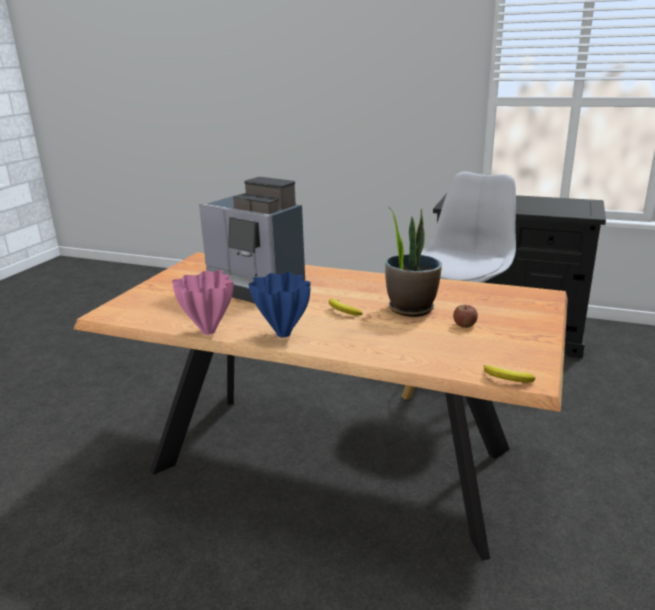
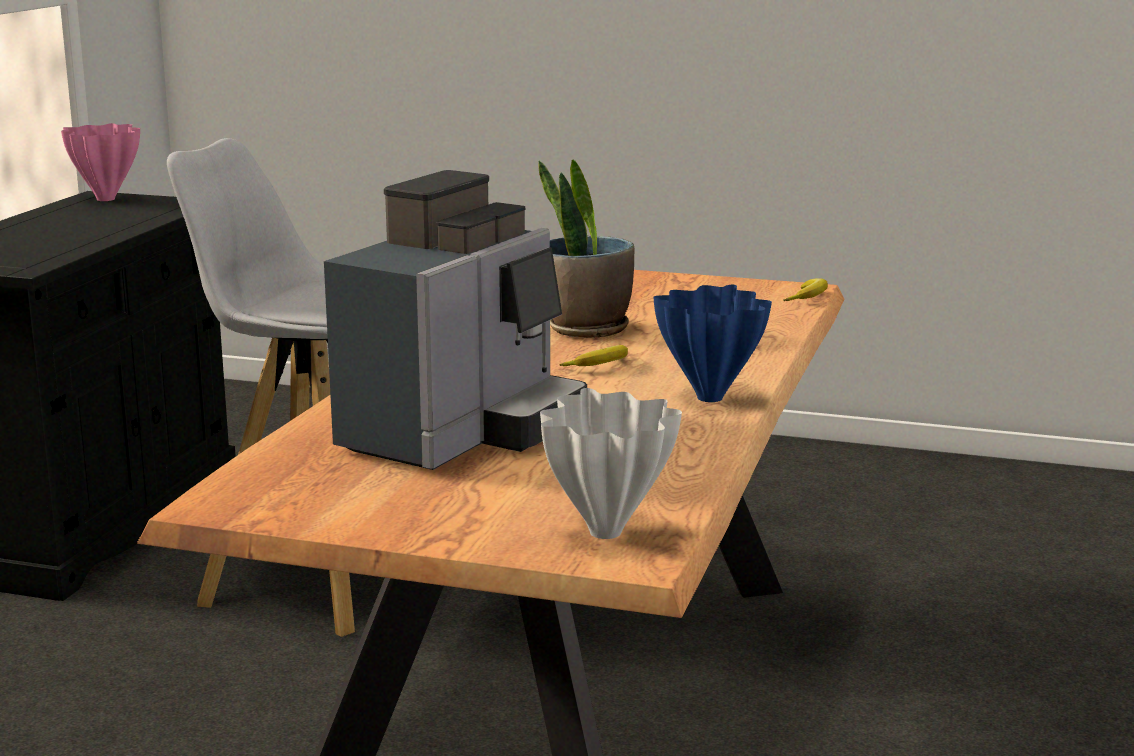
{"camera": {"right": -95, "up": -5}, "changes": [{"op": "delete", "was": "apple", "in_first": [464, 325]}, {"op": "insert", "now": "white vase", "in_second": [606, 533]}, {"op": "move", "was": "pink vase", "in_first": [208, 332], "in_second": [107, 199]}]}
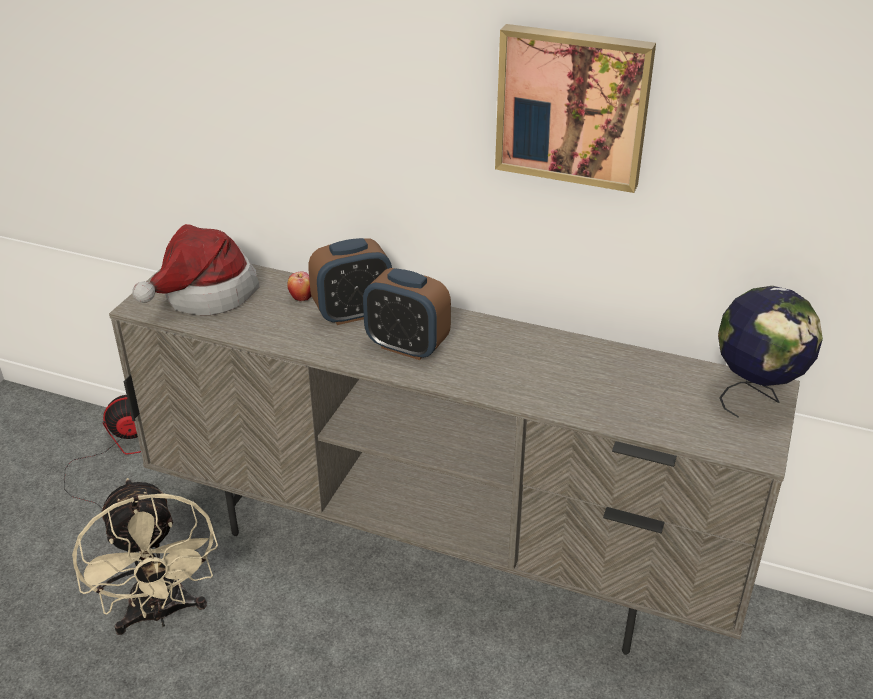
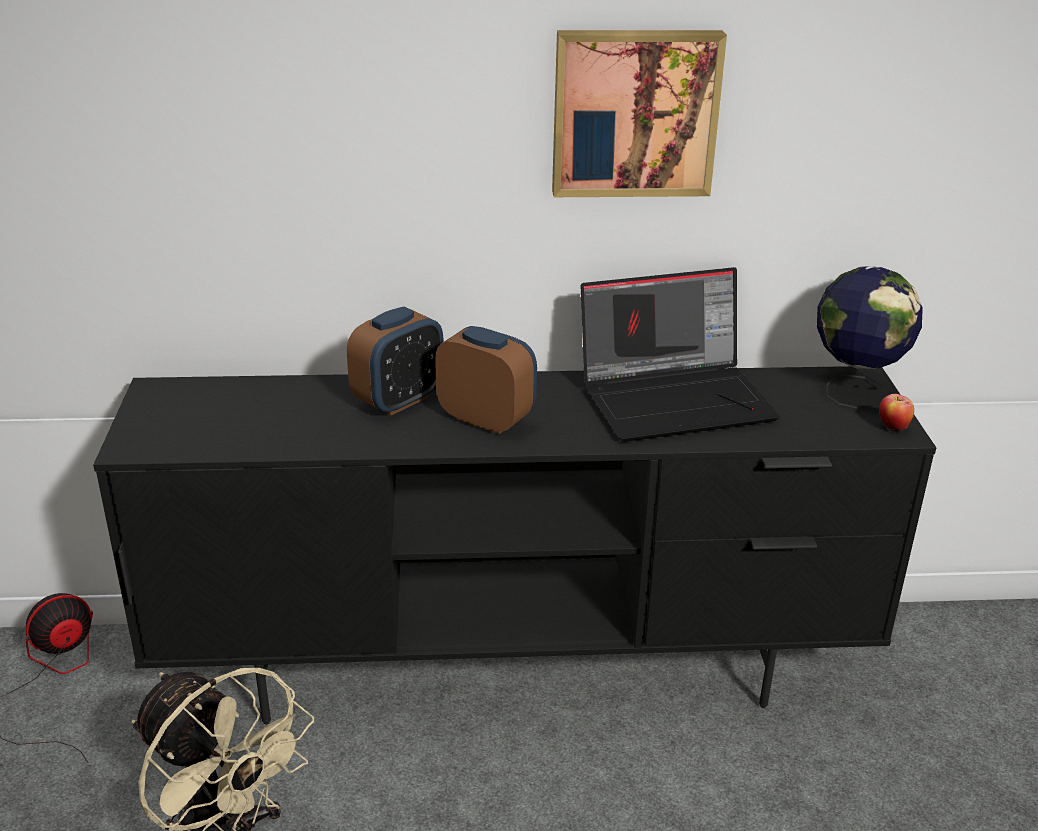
{"camera": {"right": -25, "up": -5}, "changes": [{"op": "delete", "was": "hat", "in_first": [204, 294]}, {"op": "insert", "now": "laptop", "in_second": [676, 398]}, {"op": "move", "was": "apple", "in_first": [301, 298], "in_second": [892, 427]}, {"op": "recolor", "was": "beige tv stand", "now": "black tv stand", "in_first": [441, 553], "in_second": [518, 669]}, {"op": "rotate", "was": "alarm clock", "in_first": [407, 346], "in_second": [486, 419], "clockwise": -150}]}
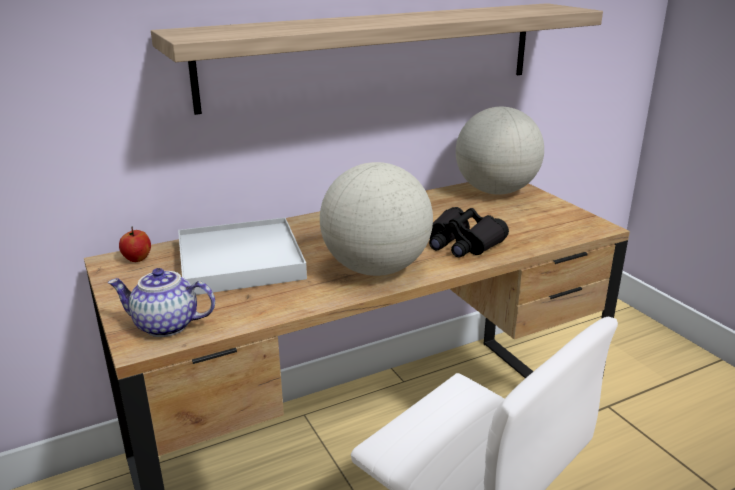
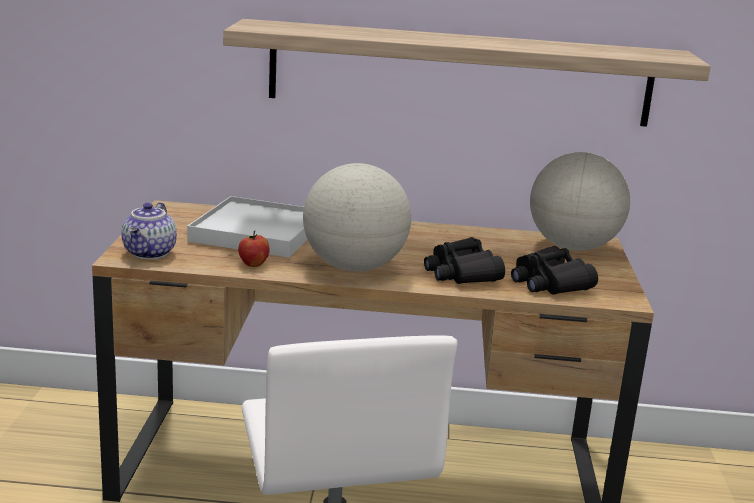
{"camera": {"right": 30, "up": -5}, "changes": [{"op": "insert", "now": "black binoculars", "in_second": [549, 283]}, {"op": "move", "was": "apple", "in_first": [137, 259], "in_second": [253, 264]}, {"op": "rotate", "was": "teapot", "in_first": [165, 326], "in_second": [150, 253], "clockwise": -120}]}
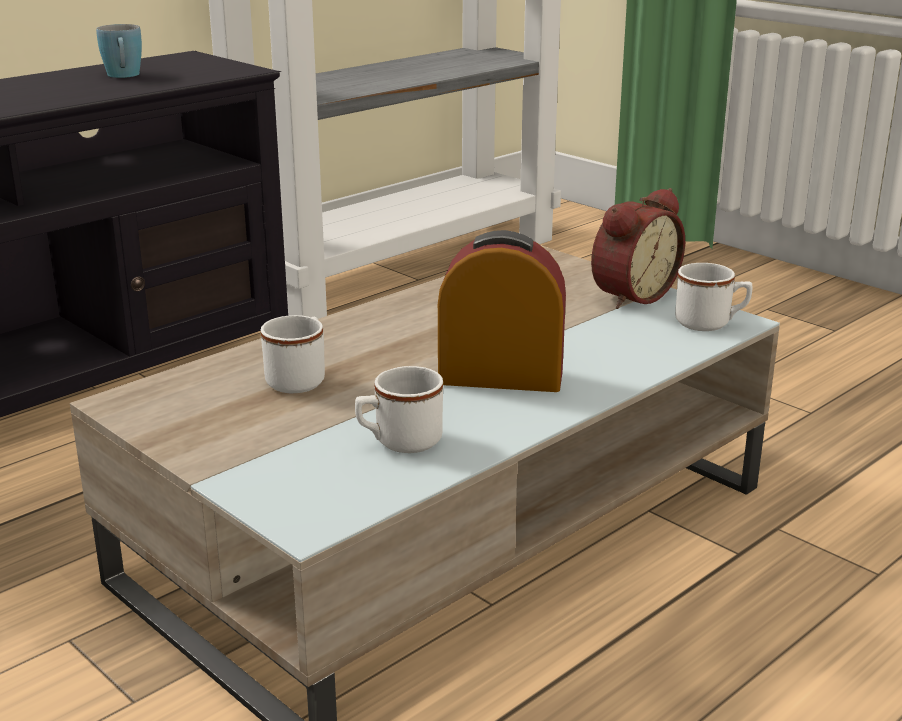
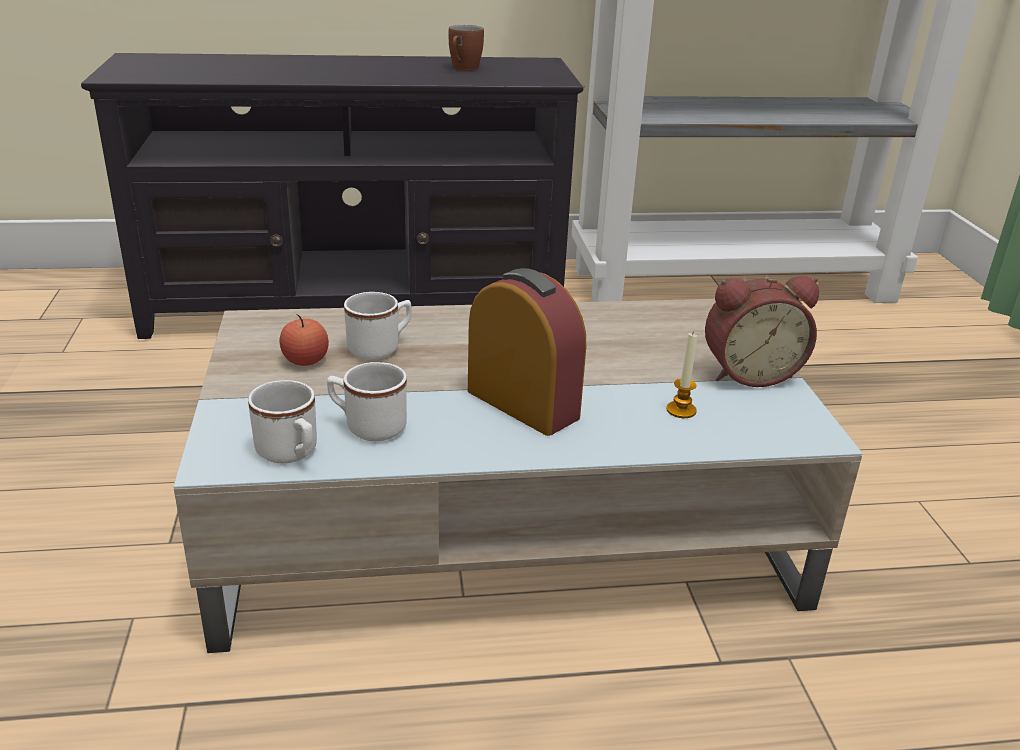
{"camera": {"right": 35, "up": 5}, "changes": [{"op": "insert", "now": "apple", "in_second": [305, 360]}, {"op": "insert", "now": "candle", "in_second": [681, 410]}, {"op": "move", "was": "white mug", "in_first": [710, 323], "in_second": [291, 454]}, {"op": "recolor", "was": "blue mug", "now": "brown mug", "in_first": [124, 76], "in_second": [463, 69]}]}
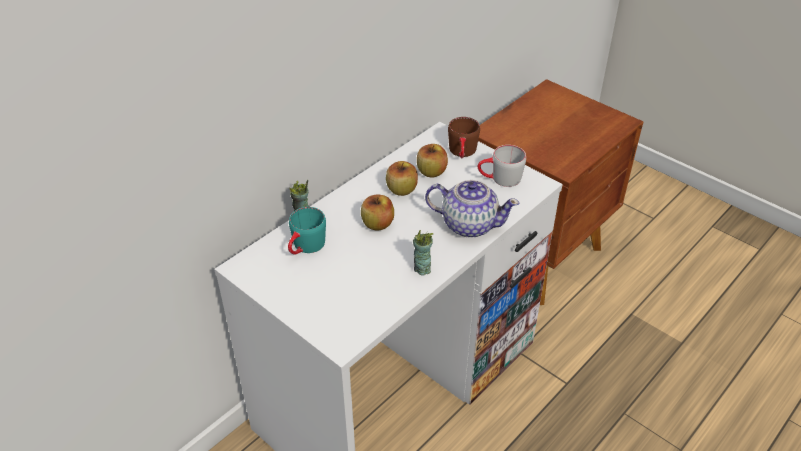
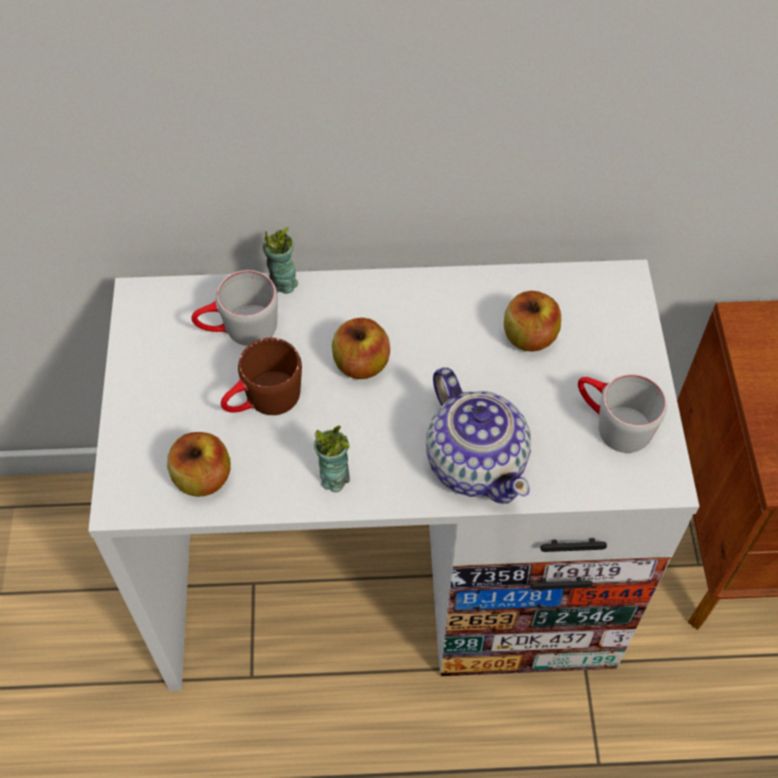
{"camera": {"right": 45, "up": 15}, "changes": [{"op": "move", "was": "apple", "in_first": [401, 190], "in_second": [203, 478]}, {"op": "move", "was": "brown mug", "in_first": [462, 153], "in_second": [263, 401]}, {"op": "recolor", "was": "turquoise mug", "now": "grey mug", "in_first": [305, 248], "in_second": [239, 330]}]}
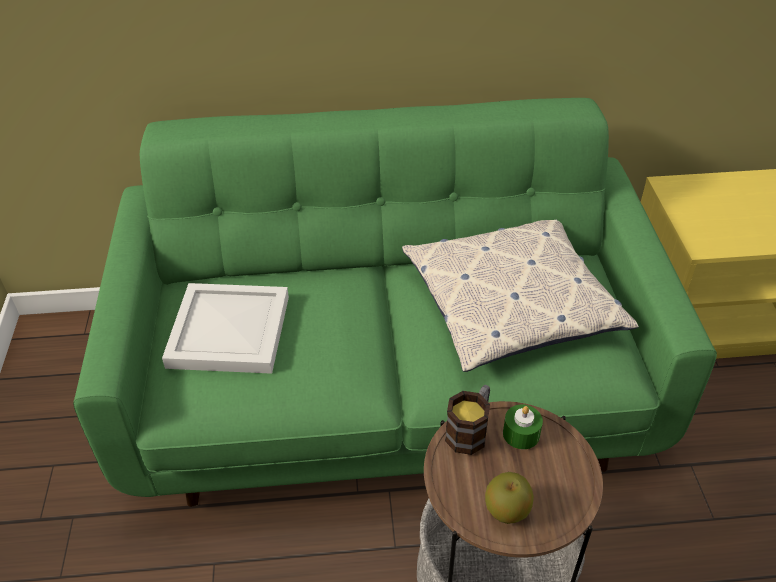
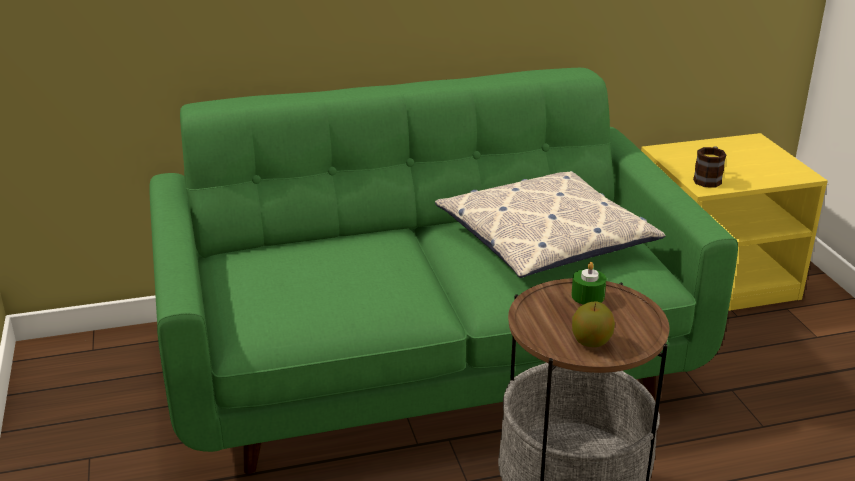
{"camera": {"right": -10, "up": -15}, "changes": [{"op": "delete", "was": "white tray", "in_first": [228, 330]}, {"op": "move", "was": "mug", "in_first": [470, 430], "in_second": [708, 179]}]}
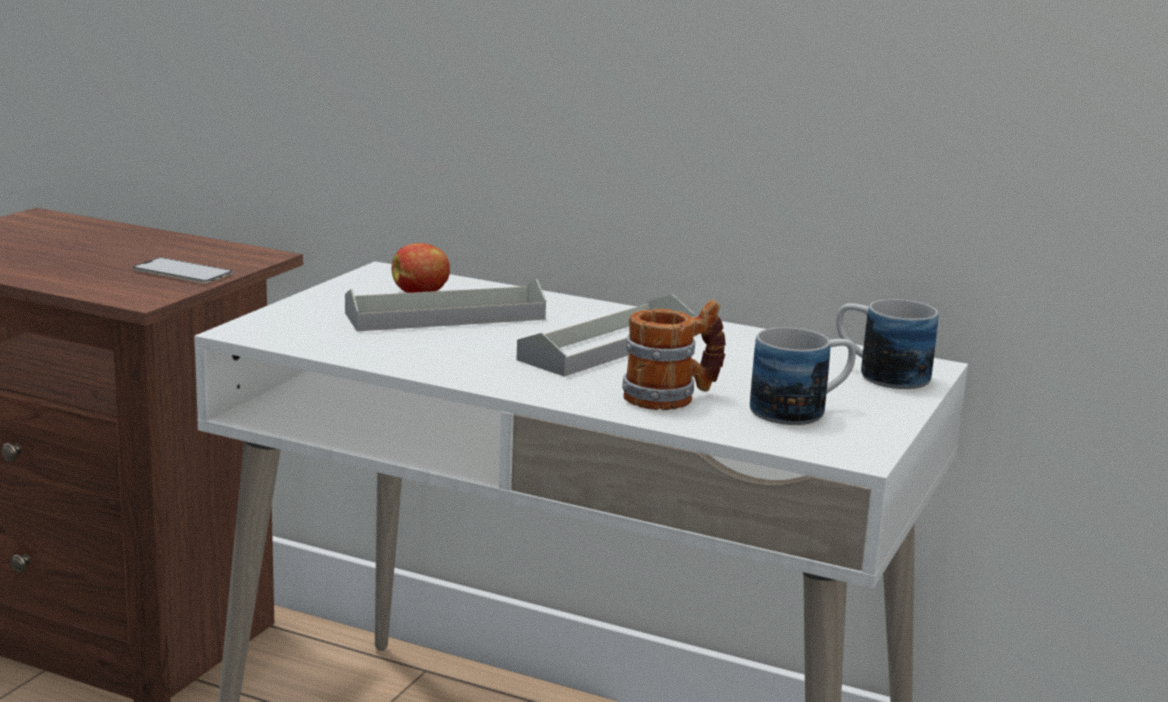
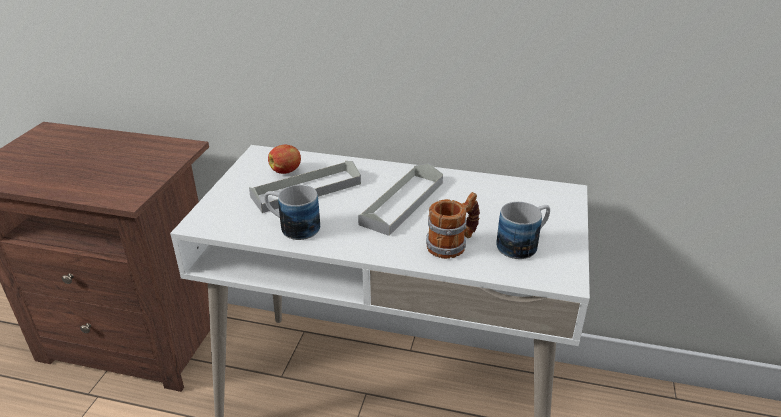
{"camera": {"right": -10, "up": 15}, "changes": [{"op": "delete", "was": "phone", "in_first": [182, 272]}, {"op": "move", "was": "mug", "in_first": [879, 374], "in_second": [292, 227]}]}
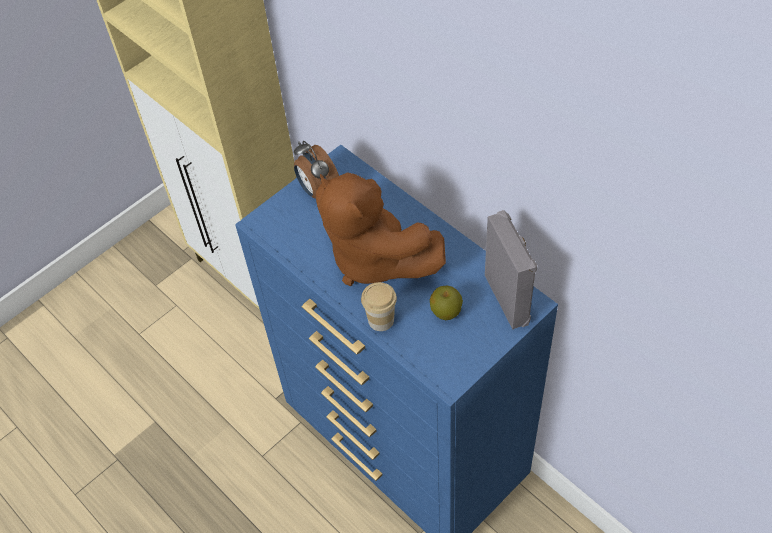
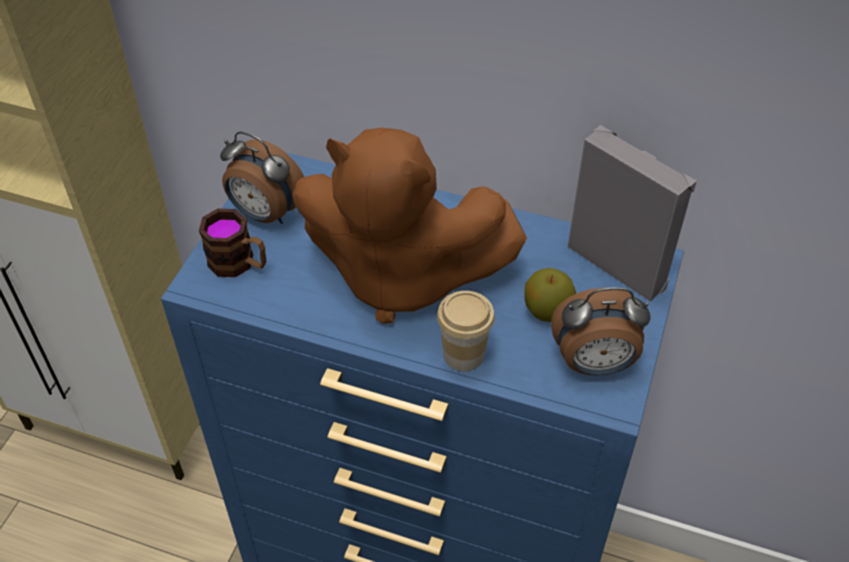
{"camera": {"right": -30, "up": -5}, "changes": [{"op": "insert", "now": "mug", "in_second": [239, 264]}, {"op": "insert", "now": "alarm clock", "in_second": [594, 364]}]}
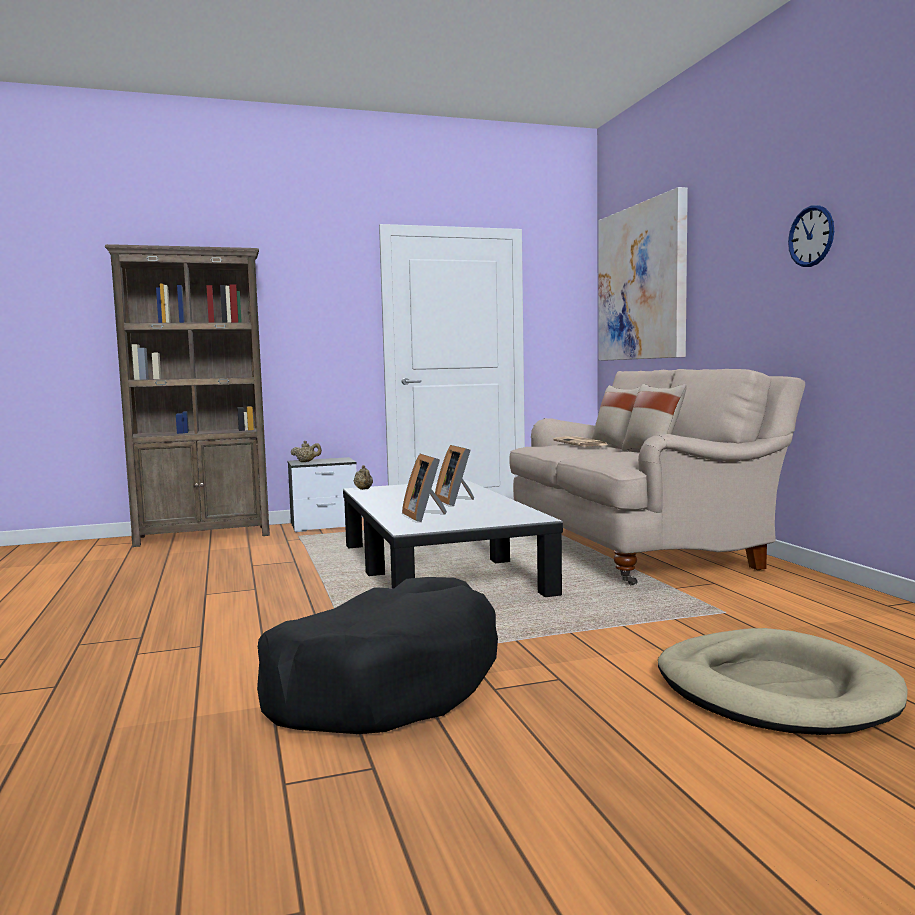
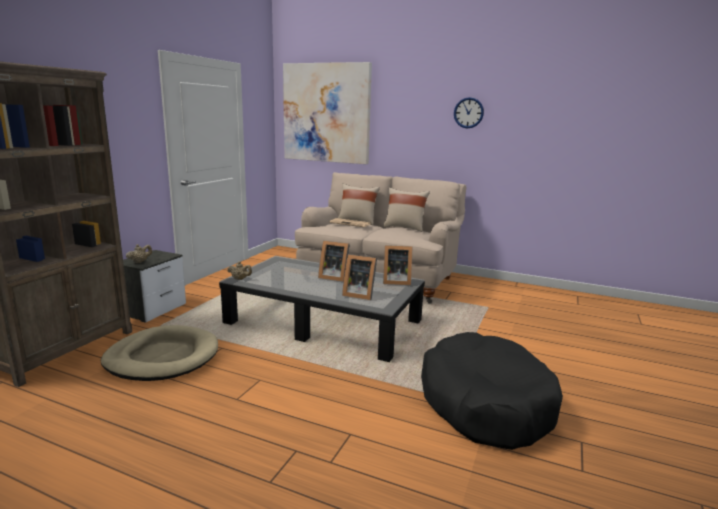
{"camera": {"right": -50, "up": 10}, "changes": [{"op": "insert", "now": "picture frame", "in_second": [395, 281]}, {"op": "move", "was": "beige dog bed", "in_first": [774, 690], "in_second": [162, 357]}]}
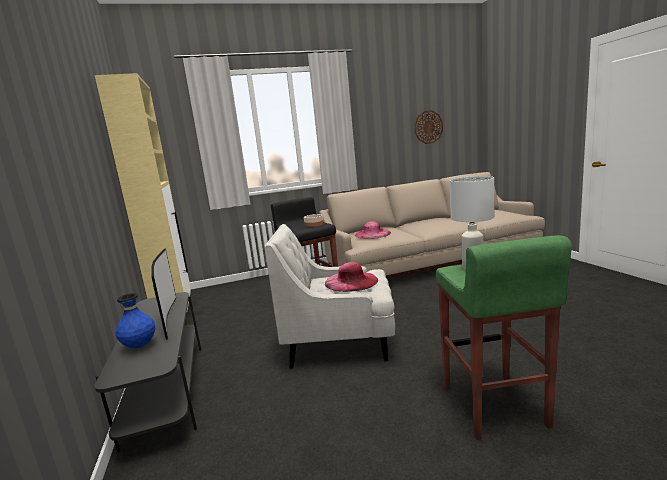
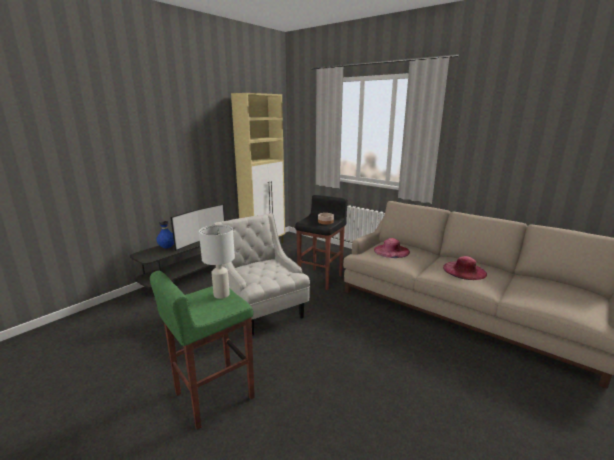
{"camera": {"right": 55, "up": 5}, "changes": [{"op": "delete", "was": "wall clock", "in_first": [428, 127]}, {"op": "move", "was": "pink hat", "in_first": [351, 281], "in_second": [464, 270]}]}
